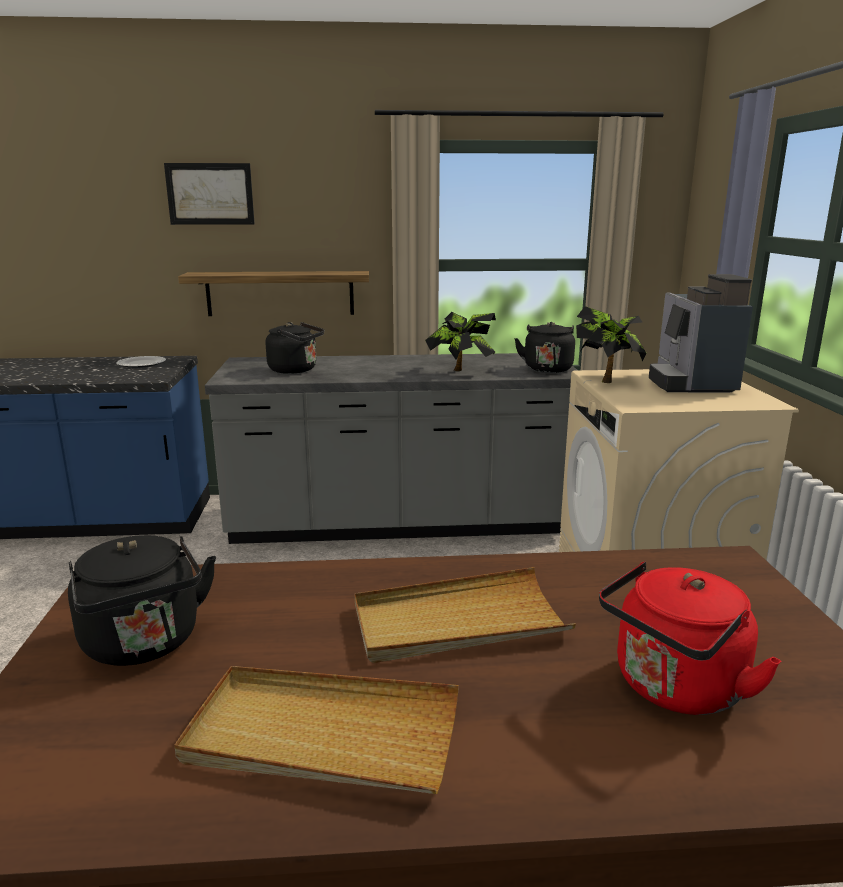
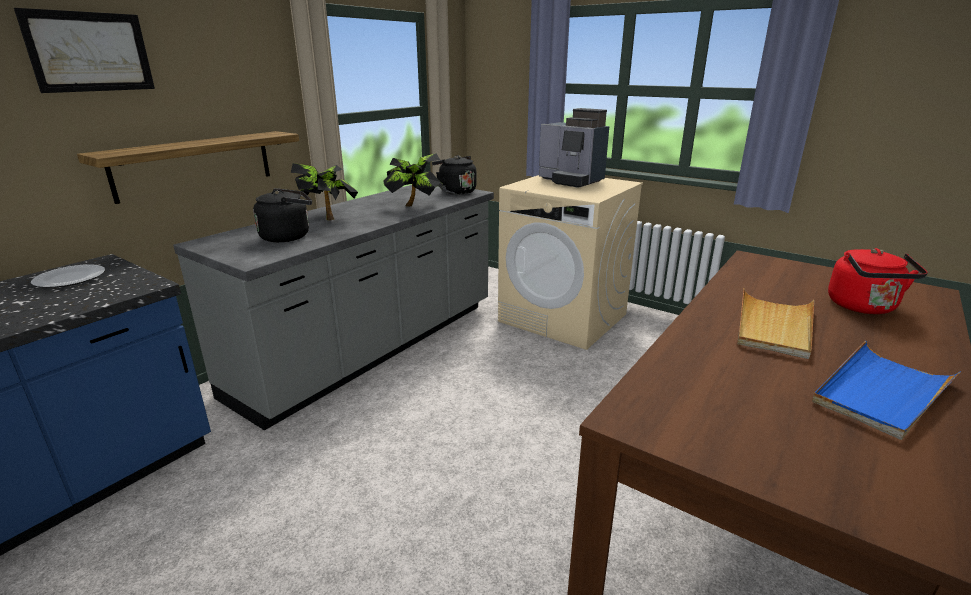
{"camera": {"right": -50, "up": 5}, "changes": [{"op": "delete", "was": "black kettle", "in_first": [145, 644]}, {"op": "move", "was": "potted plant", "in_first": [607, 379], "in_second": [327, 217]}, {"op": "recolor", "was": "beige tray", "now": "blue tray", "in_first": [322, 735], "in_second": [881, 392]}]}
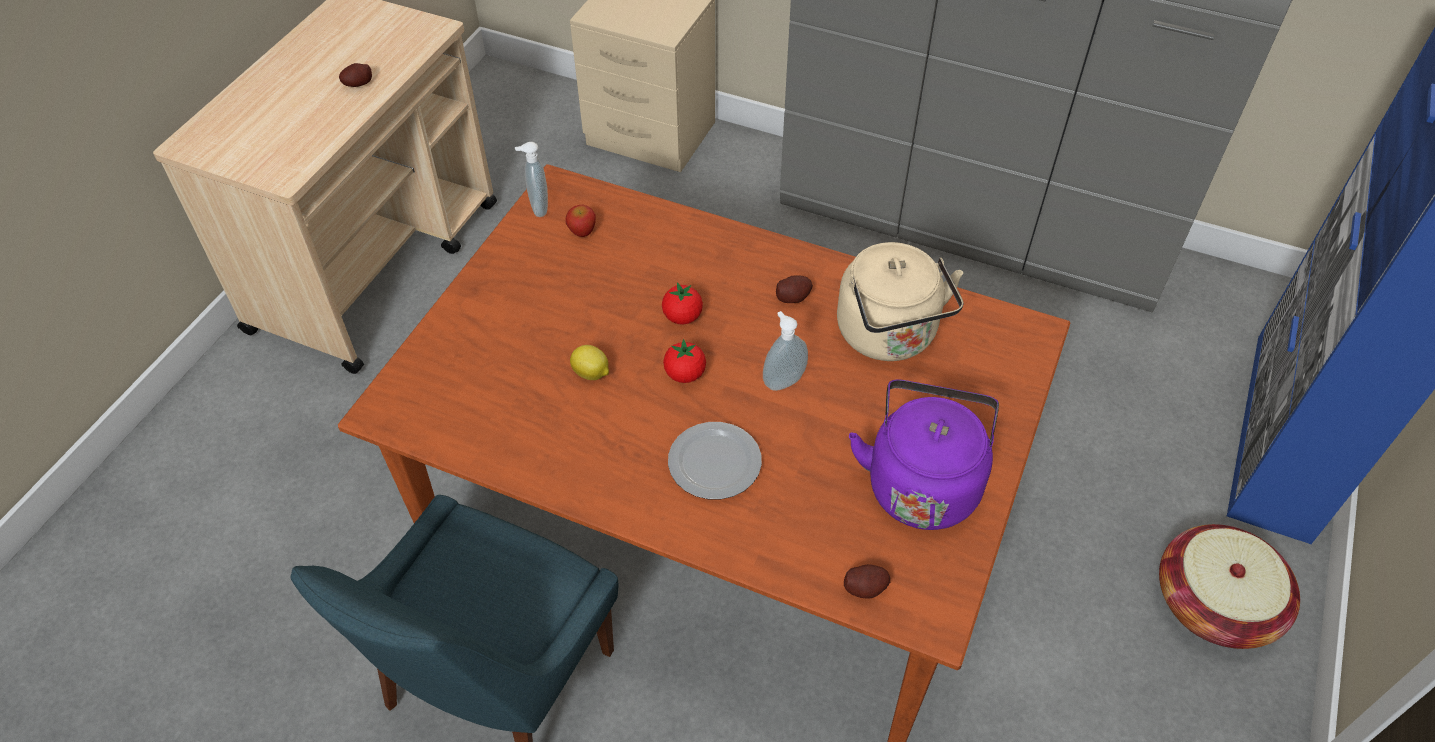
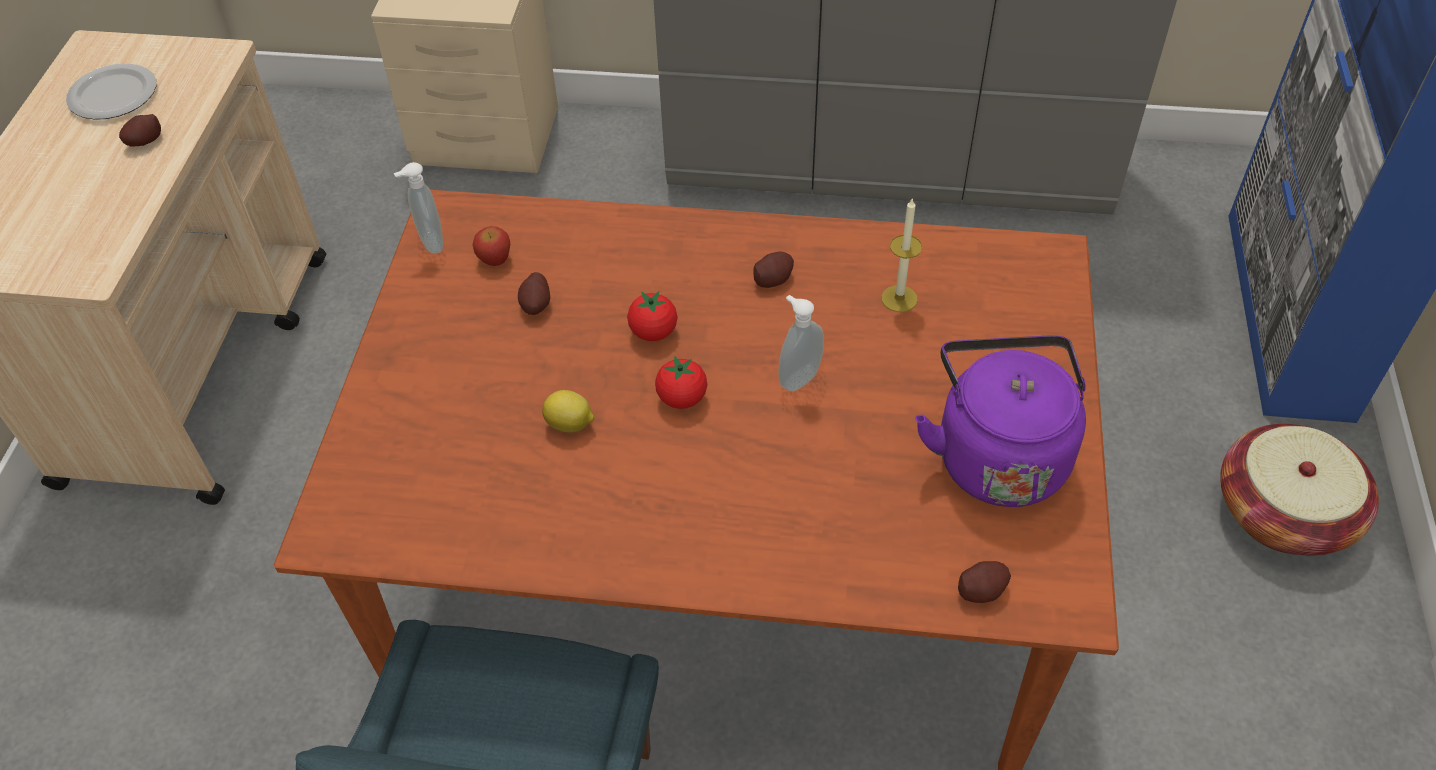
{"camera": {"right": -15, "up": 0}, "changes": [{"op": "insert", "now": "potato", "in_second": [536, 305]}, {"op": "move", "was": "plate", "in_first": [716, 463], "in_second": [115, 95]}, {"op": "replace", "was": "beige kettle", "now": "candle", "in_first": [890, 336], "in_second": [899, 298]}]}
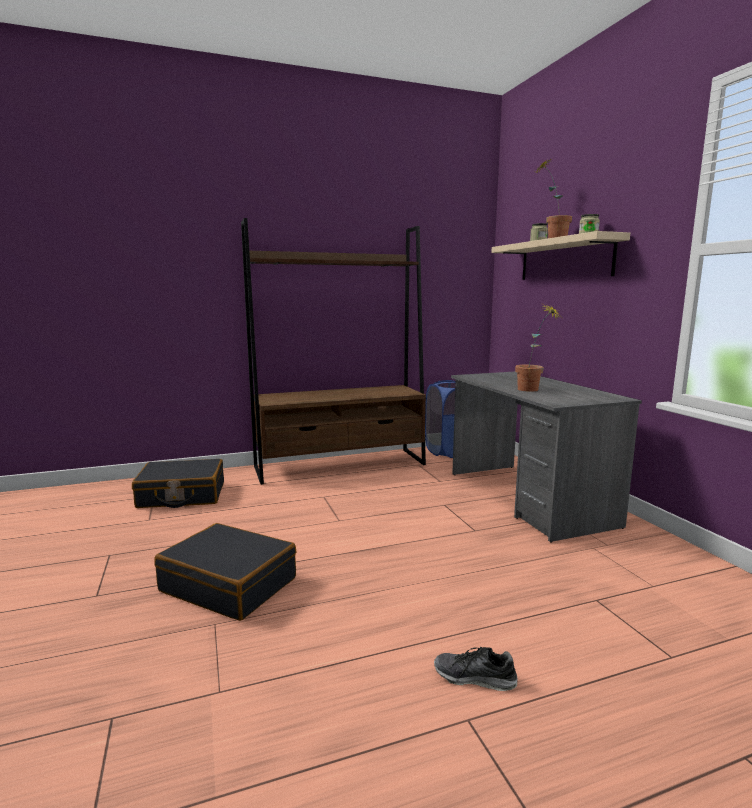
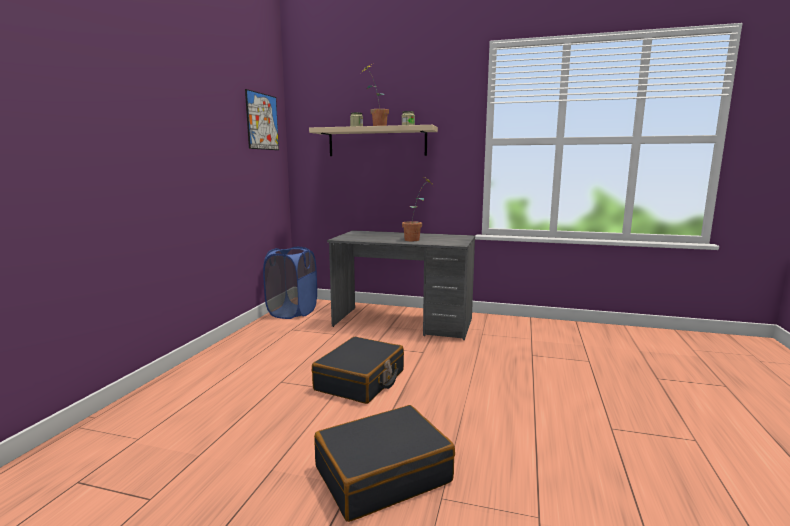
{"camera": {"right": -55, "up": 0}, "changes": [{"op": "delete", "was": "brown bookcase", "in_first": [341, 465]}, {"op": "delete", "was": "shoe", "in_first": [474, 678]}, {"op": "insert", "now": "picture", "in_second": [262, 121]}, {"op": "move", "was": "black suitcase", "in_first": [182, 495], "in_second": [360, 381]}]}
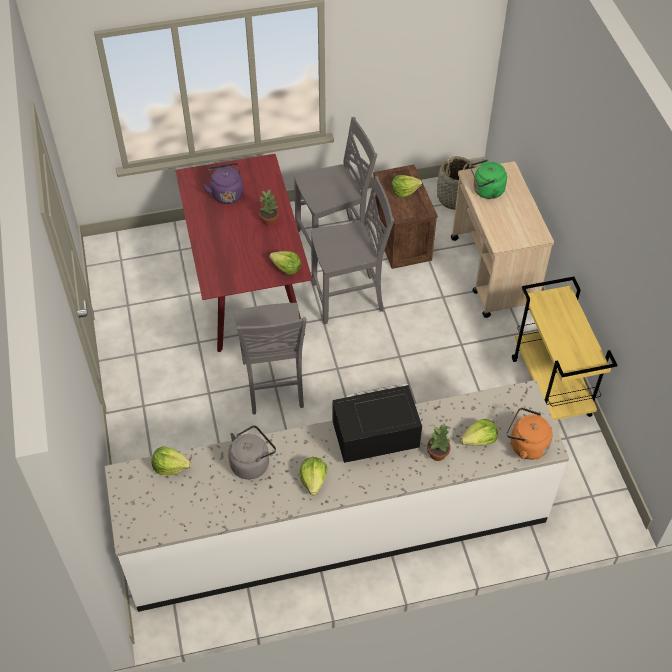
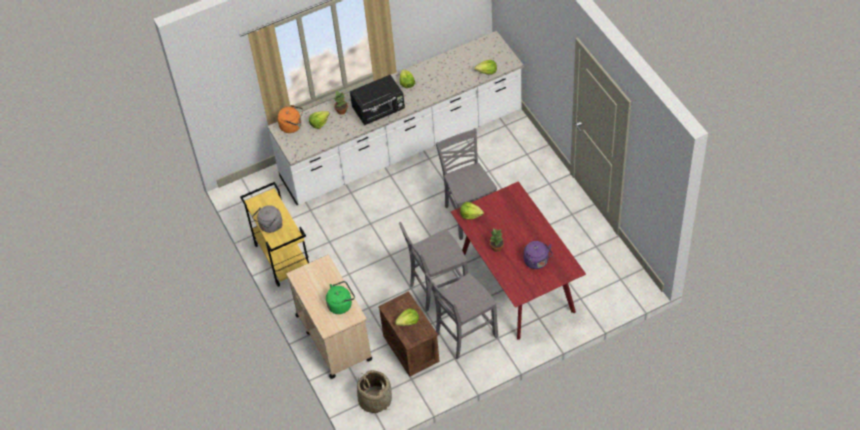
{"camera": {"right": 170, "up": 0}, "changes": [{"op": "move", "was": "grey kettle", "in_first": [252, 463], "in_second": [270, 226]}]}
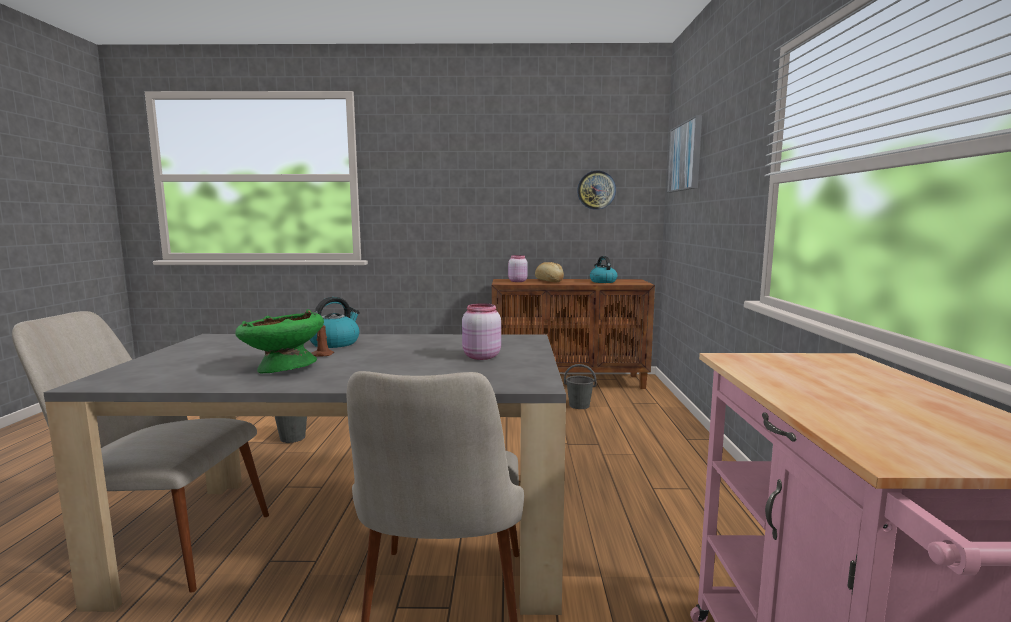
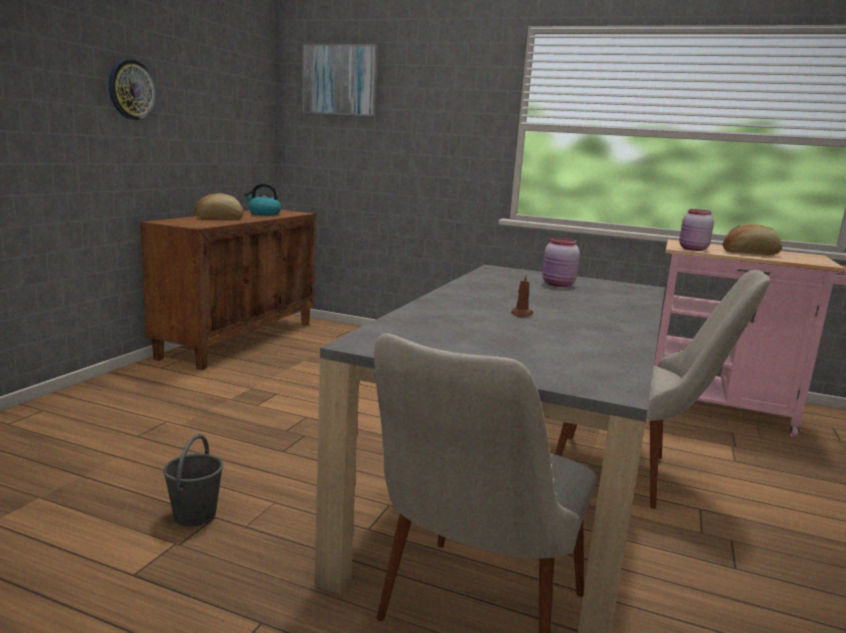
{"camera": {"right": -70, "up": 5}, "changes": [{"op": "delete", "was": "green bowl", "in_first": [283, 369]}, {"op": "delete", "was": "kettle", "in_first": [335, 343]}, {"op": "delete", "was": "grey bucket", "in_first": [579, 405]}, {"op": "insert", "now": "bread", "in_second": [750, 253]}, {"op": "move", "was": "pink jar", "in_first": [517, 281], "in_second": [692, 249]}, {"op": "move", "was": "wall clock", "in_first": [596, 190], "in_second": [131, 90]}]}
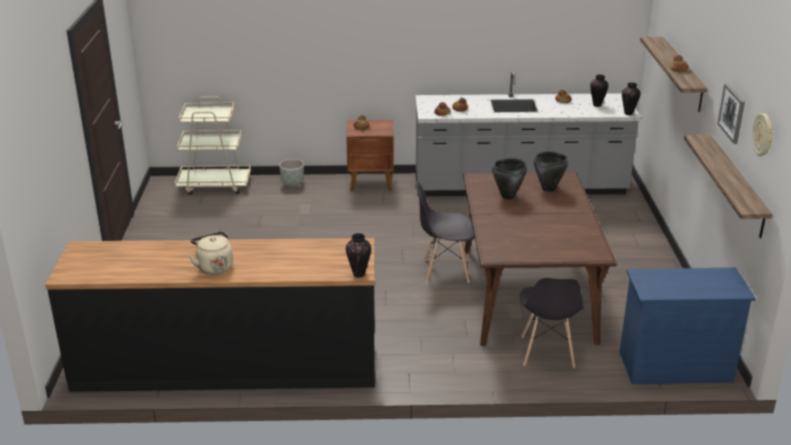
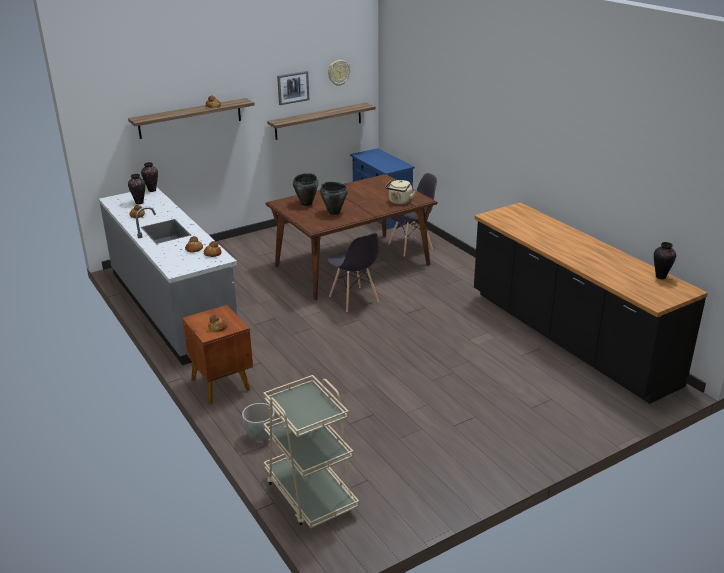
{"camera": {"right": -120, "up": 0}, "changes": [{"op": "move", "was": "beige kettle", "in_first": [214, 267], "in_second": [399, 202]}, {"op": "move", "was": "vase", "in_first": [359, 274], "in_second": [660, 277]}]}
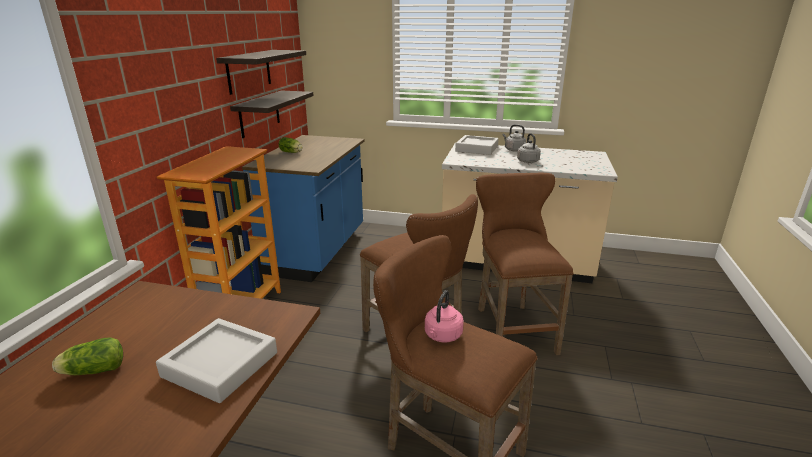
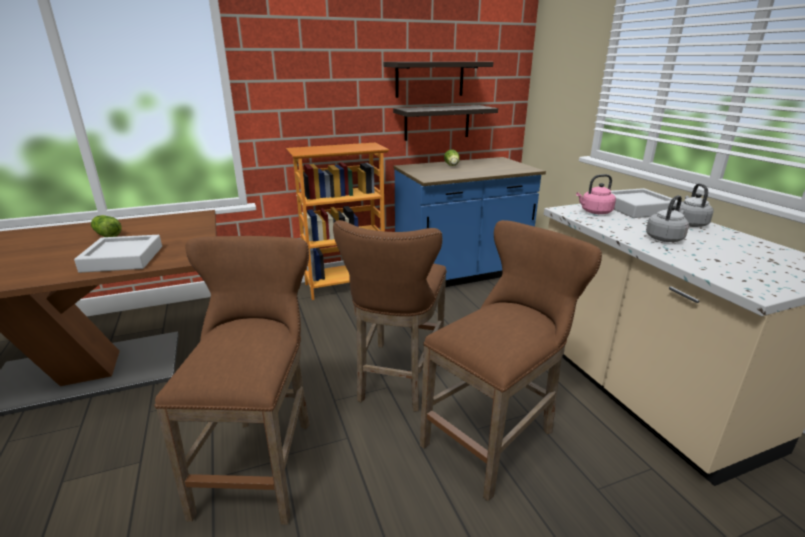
{"camera": {"right": 55, "up": 0}, "changes": [{"op": "move", "was": "pink kettle", "in_first": [442, 336], "in_second": [594, 212]}]}
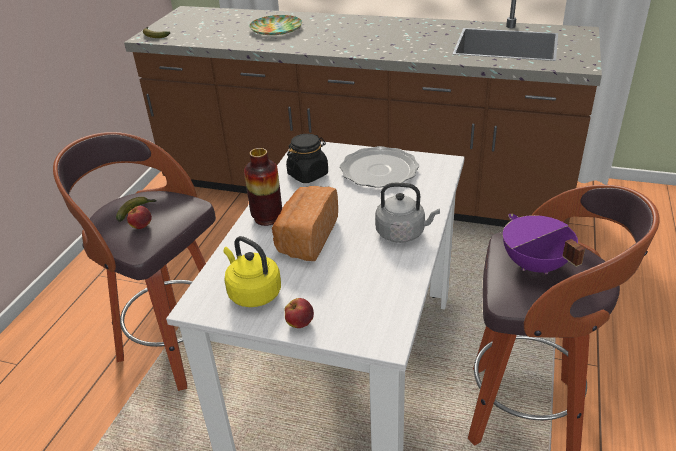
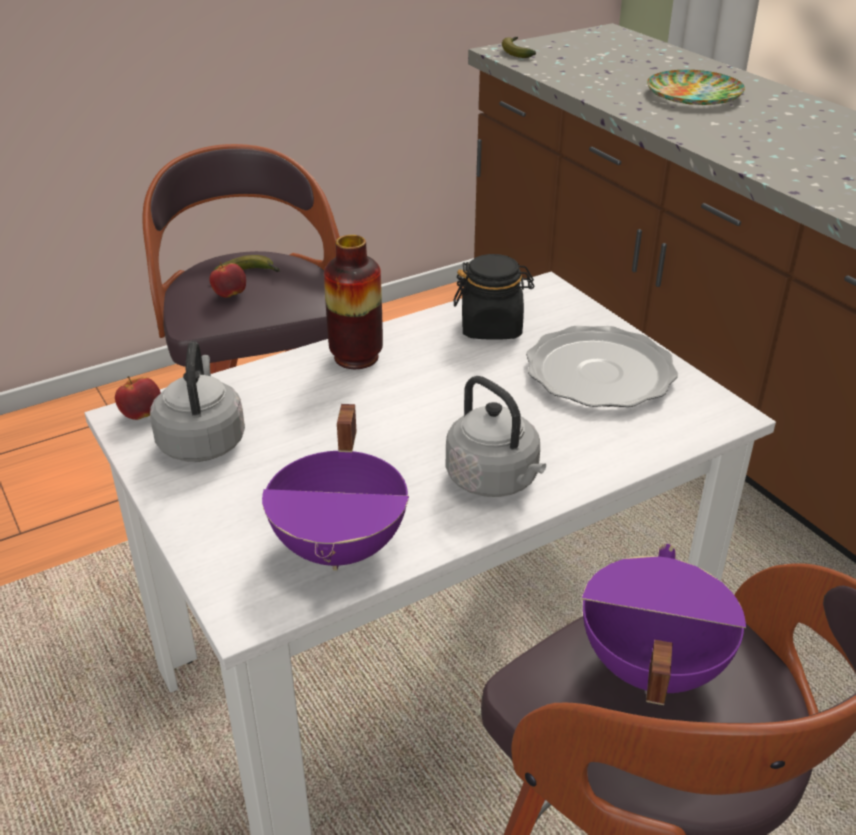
{"camera": {"right": 40, "up": 0}, "changes": [{"op": "delete", "was": "bread", "in_first": [306, 238]}, {"op": "insert", "now": "purple cooking pot", "in_second": [342, 546]}, {"op": "move", "was": "apple", "in_first": [300, 323], "in_second": [142, 415]}, {"op": "recolor", "was": "yellow kettle", "now": "grey kettle", "in_first": [253, 293], "in_second": [202, 440]}]}
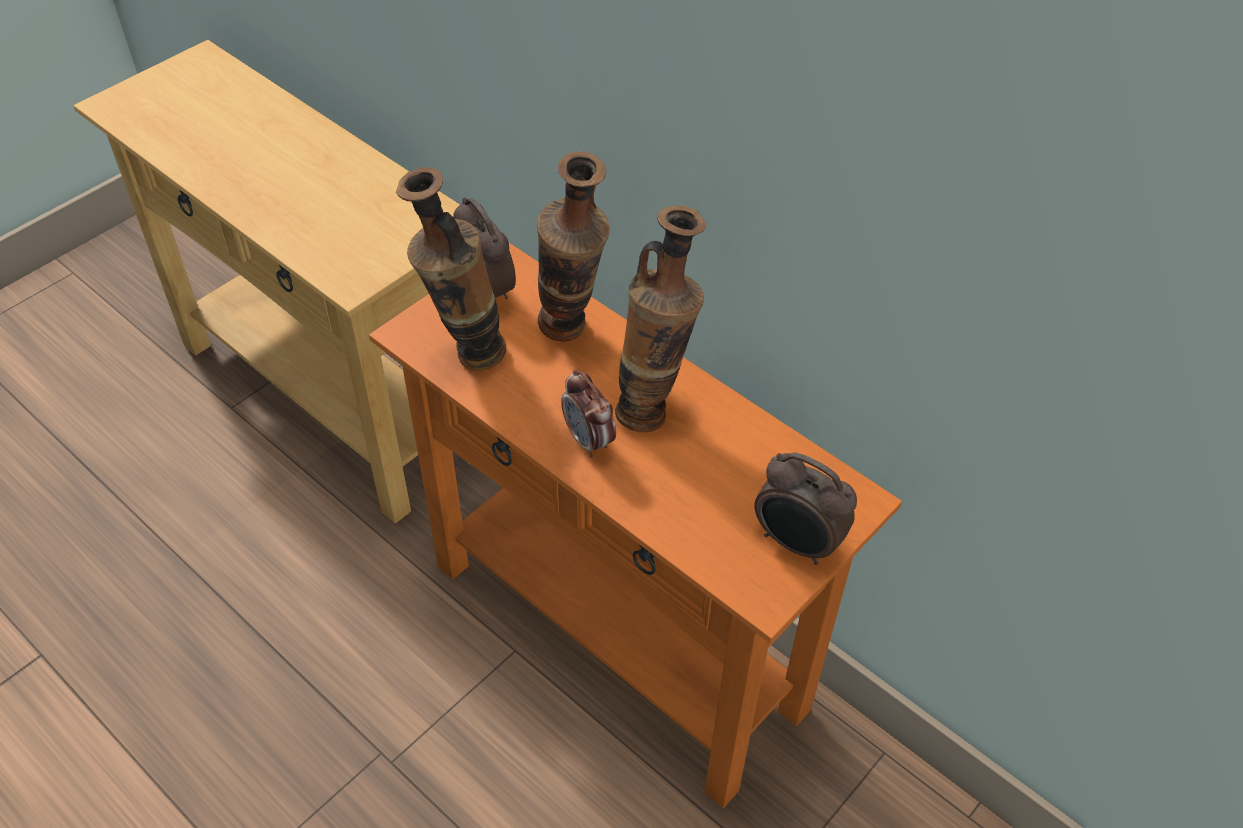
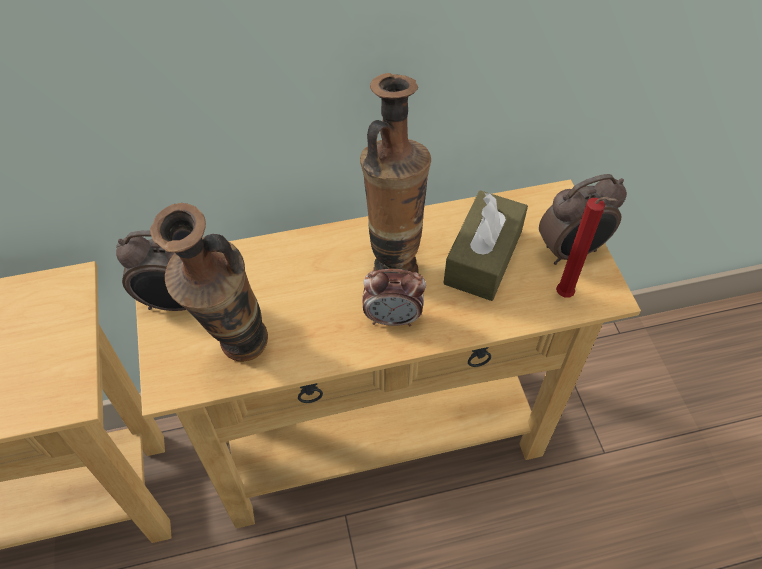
{"camera": {"right": -55, "up": 5}, "changes": [{"op": "delete", "was": "vase", "in_first": [571, 336]}, {"op": "insert", "now": "brown tissue box", "in_second": [483, 257]}, {"op": "insert", "now": "red candle", "in_second": [566, 296]}, {"op": "recolor", "was": "orange console table", "now": "beige console table", "in_first": [617, 636], "in_second": [381, 441]}]}
